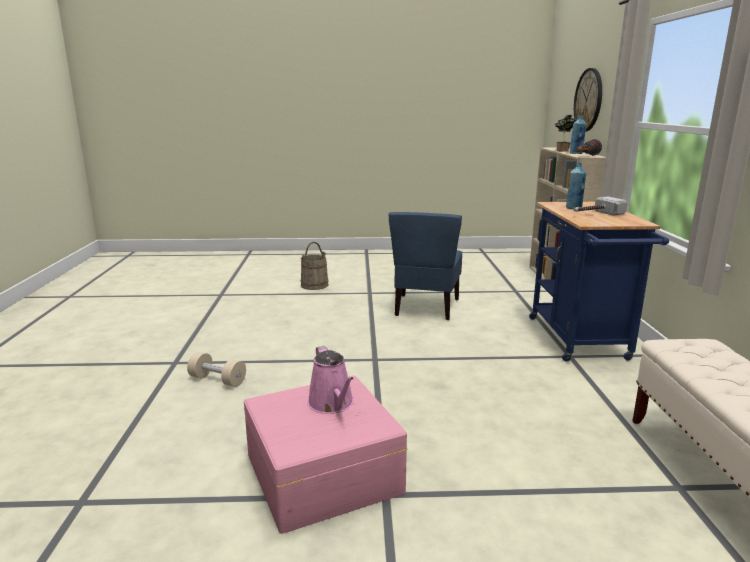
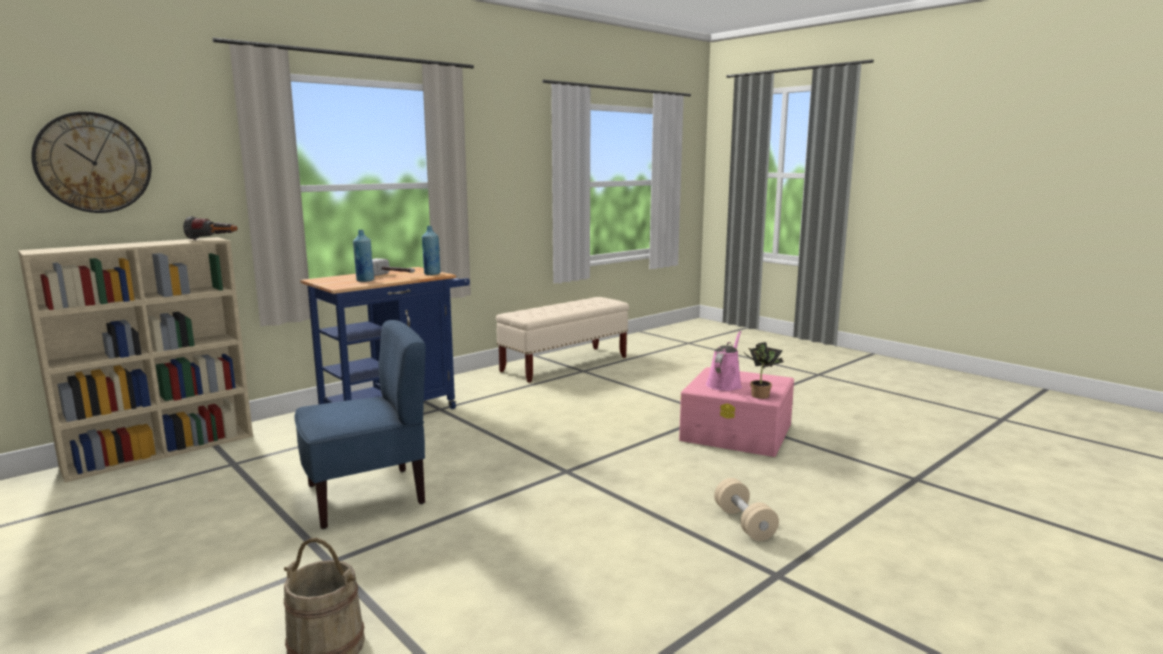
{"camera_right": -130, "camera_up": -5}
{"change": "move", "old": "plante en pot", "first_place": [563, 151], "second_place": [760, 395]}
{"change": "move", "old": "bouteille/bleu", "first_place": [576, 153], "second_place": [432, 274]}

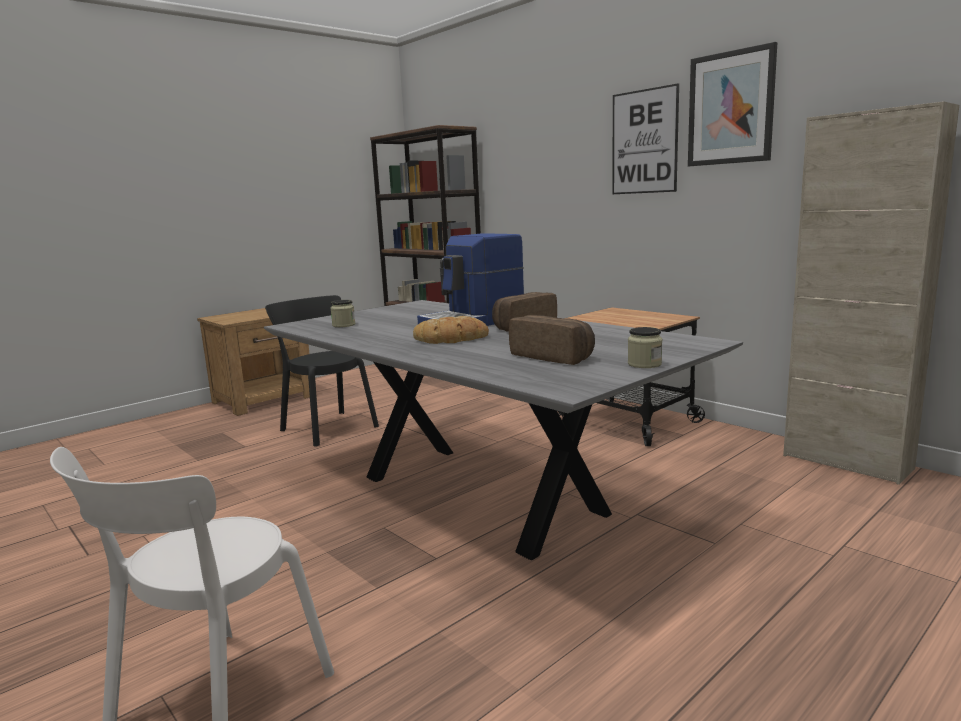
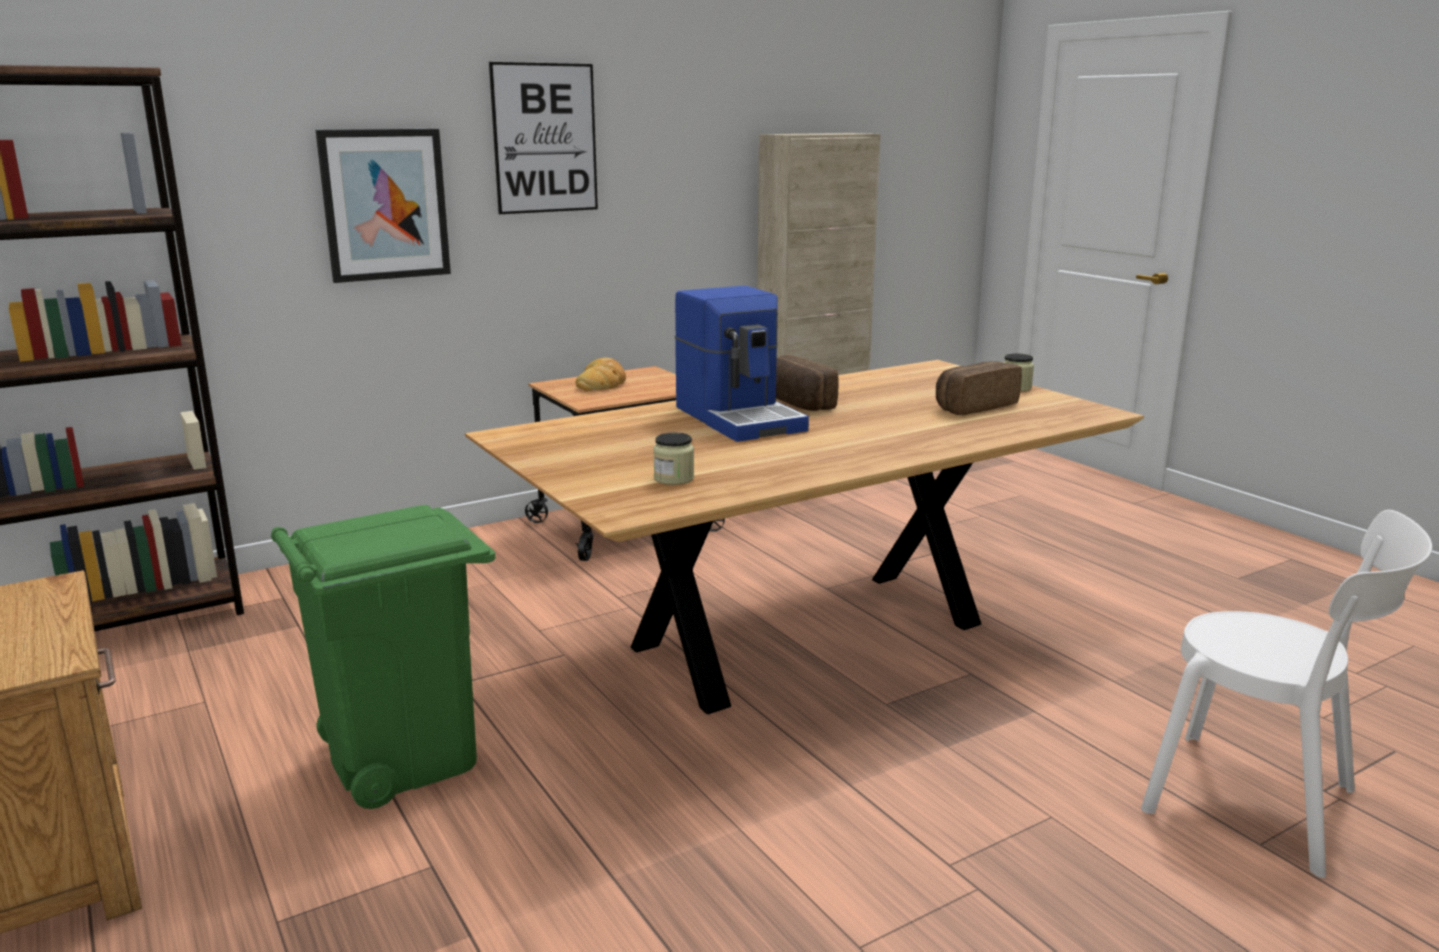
{"camera_right": -80, "camera_up": 5}
{"change": "move", "old": "pain", "first_place": [451, 339], "second_place": [602, 382]}
{"change": "move", "old": "tableau", "first_place": [730, 108], "second_place": [385, 204]}
{"change": "replace", "old": "chaise/noir", "new": "poubelle/vert", "first_place": [327, 427], "second_place": [403, 757]}
{"change": "recolor", "old": "table à manger/gris", "new": "table à manger/marron", "first_place": [478, 494], "second_place": [807, 636]}

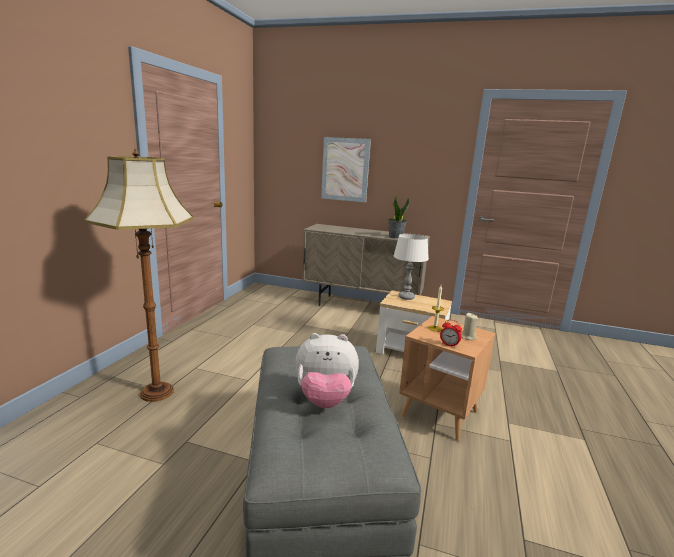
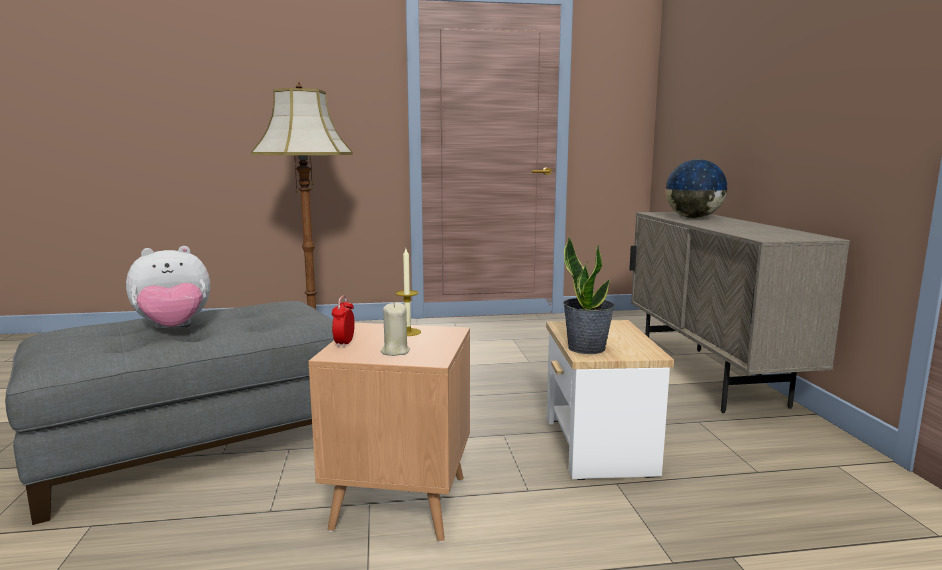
{"camera_right": 65, "camera_up": -5}
{"change": "delete", "old": "tableau", "first_place": [345, 169]}
{"change": "delete", "old": "lampe de table/blanc", "first_place": [406, 297]}
{"change": "insert", "new": "globe", "second_place": [693, 218]}
{"change": "move", "old": "plante en pot", "first_place": [395, 237], "second_place": [586, 348]}
{"change": "rotate", "old": "peluche", "first_place": [325, 399], "second_place": [173, 328], "degrees": -90}

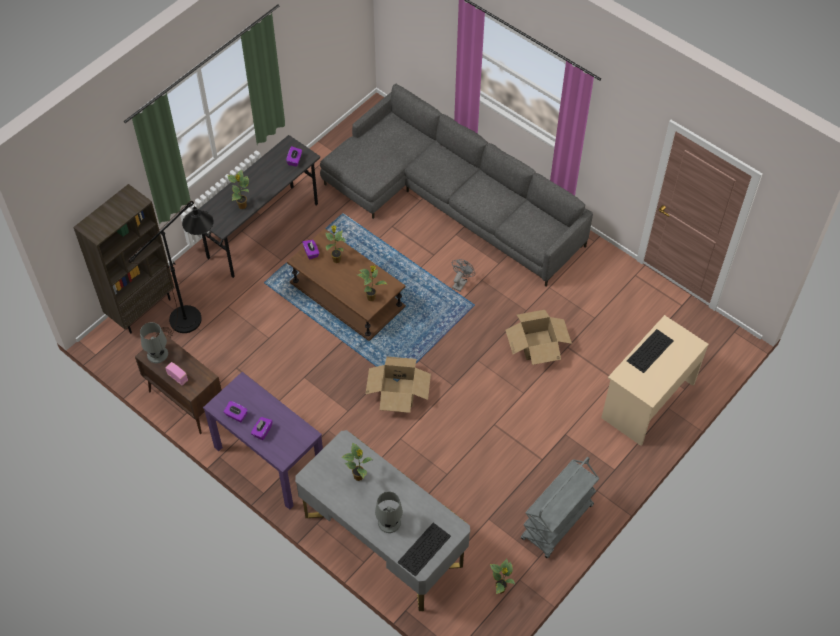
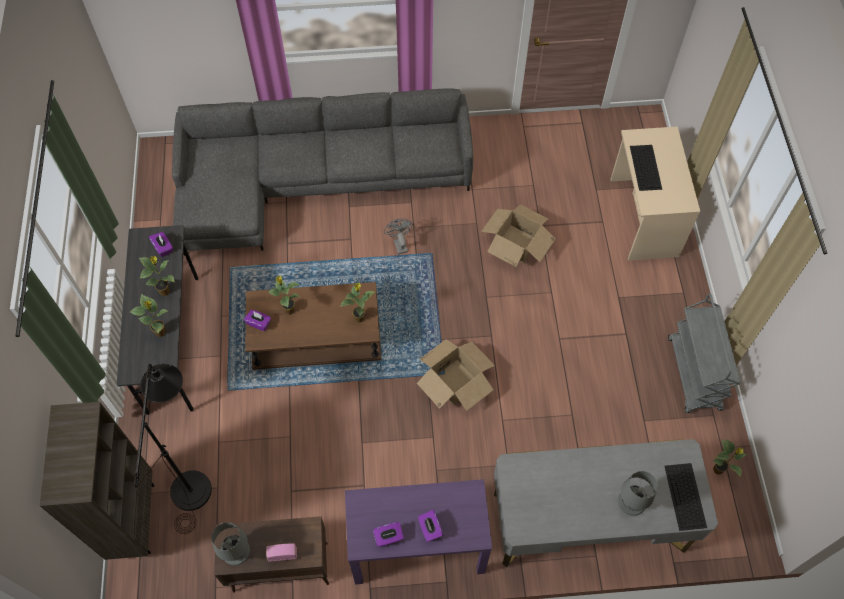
{"camera_right": -45, "camera_up": 5}
{"change": "move", "old": "plante en pot", "first_place": [359, 477], "second_place": [165, 291]}

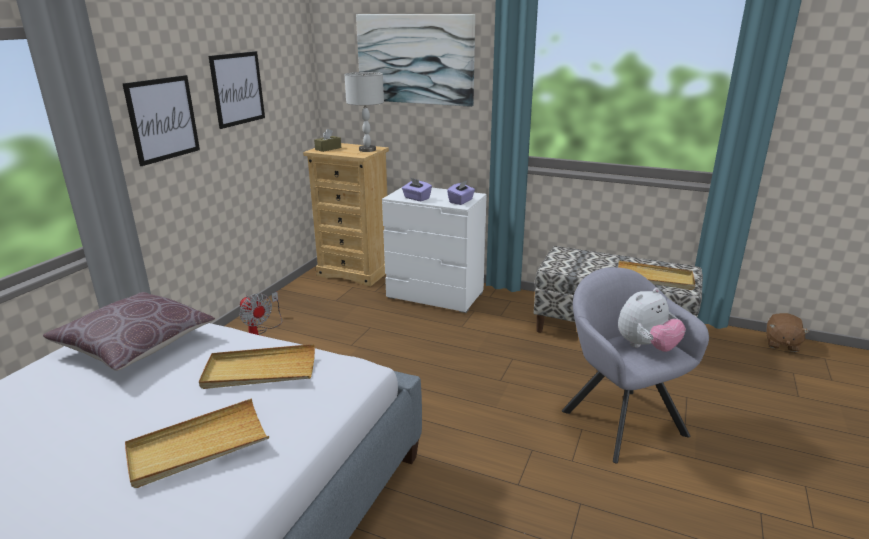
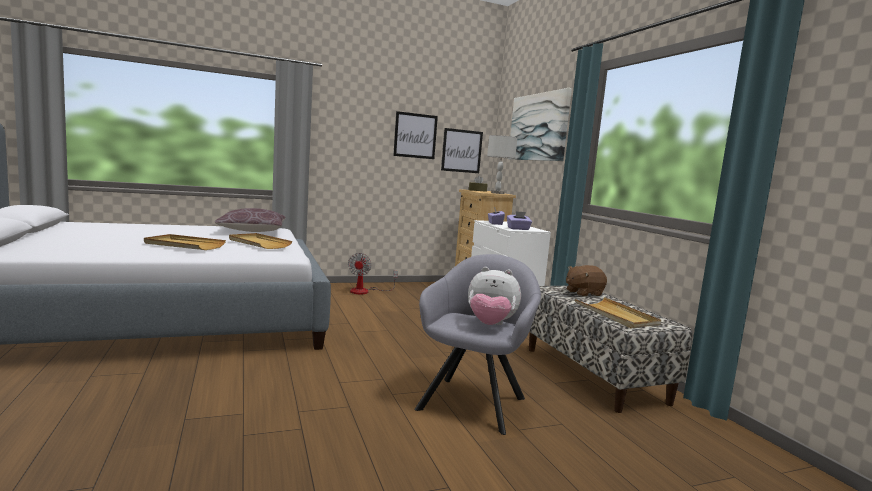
{"camera_right": 45, "camera_up": -15}
{"change": "move", "old": "tableau", "first_place": [163, 119], "second_place": [461, 151]}
{"change": "move", "old": "peluche/marron", "first_place": [781, 344], "second_place": [583, 293]}

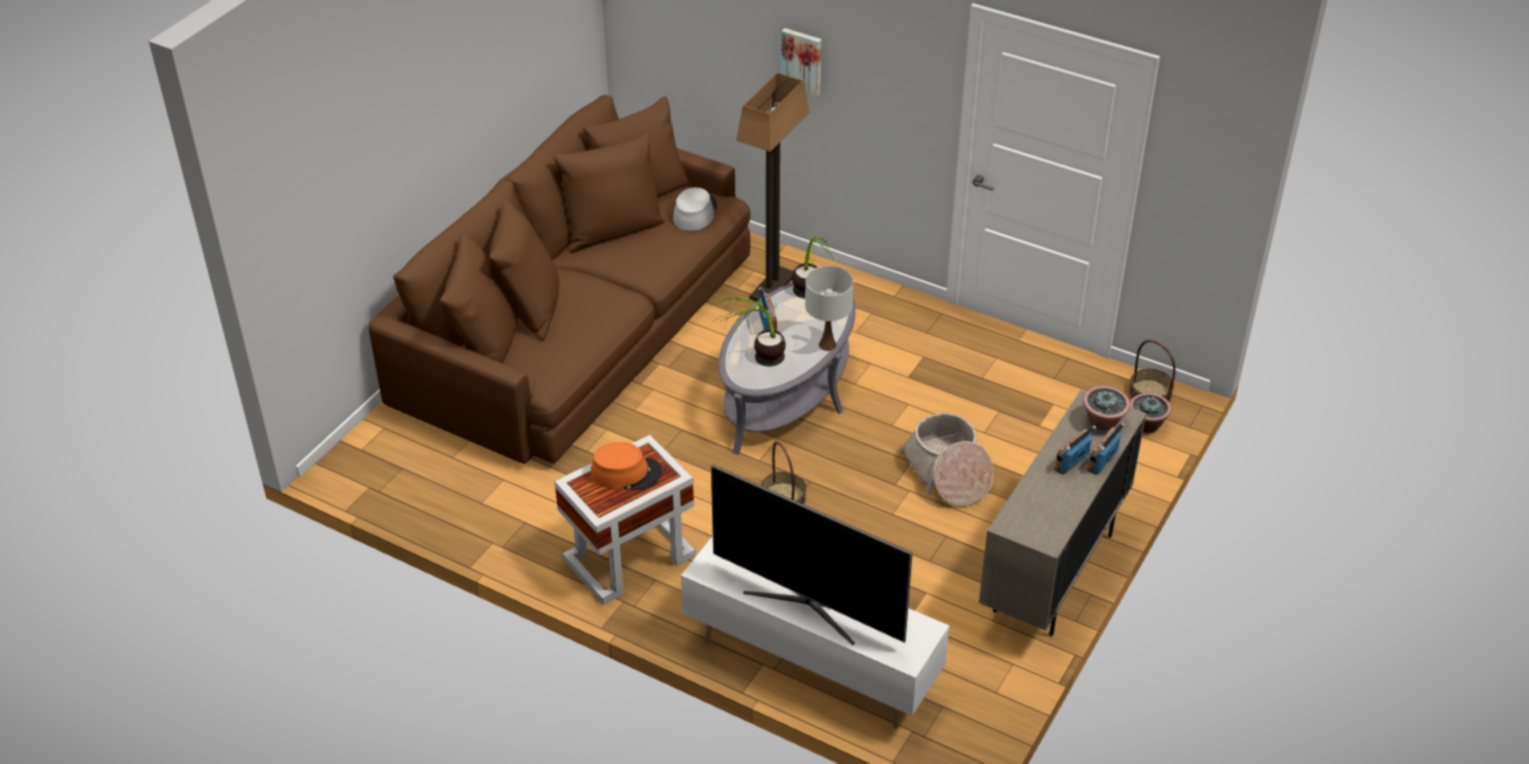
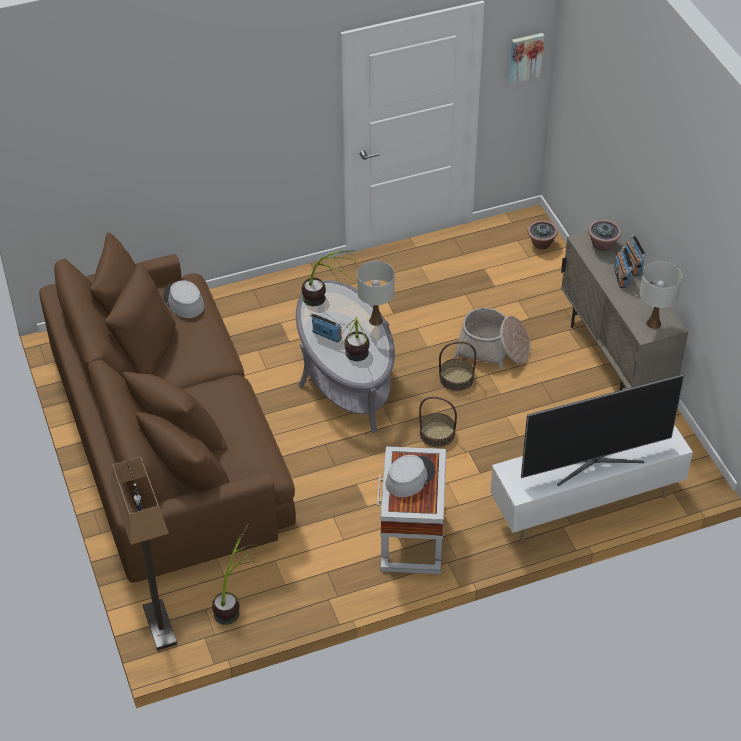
{"camera_right": -50, "camera_up": 5}
{"change": "insert", "new": "plante en pot", "second_place": [236, 602]}
{"change": "insert", "new": "lampe de table/blanc", "second_place": [654, 323]}
{"change": "move", "old": "lampadaire", "first_place": [772, 287], "second_place": [159, 625]}
{"change": "move", "old": "tableau", "first_place": [802, 60], "second_place": [525, 57]}
{"change": "move", "old": "panier", "first_place": [1150, 393], "second_place": [456, 379]}
{"change": "recolor", "old": "chapeau/orange", "new": "chapeau/gris", "first_place": [626, 473], "second_place": [410, 477]}

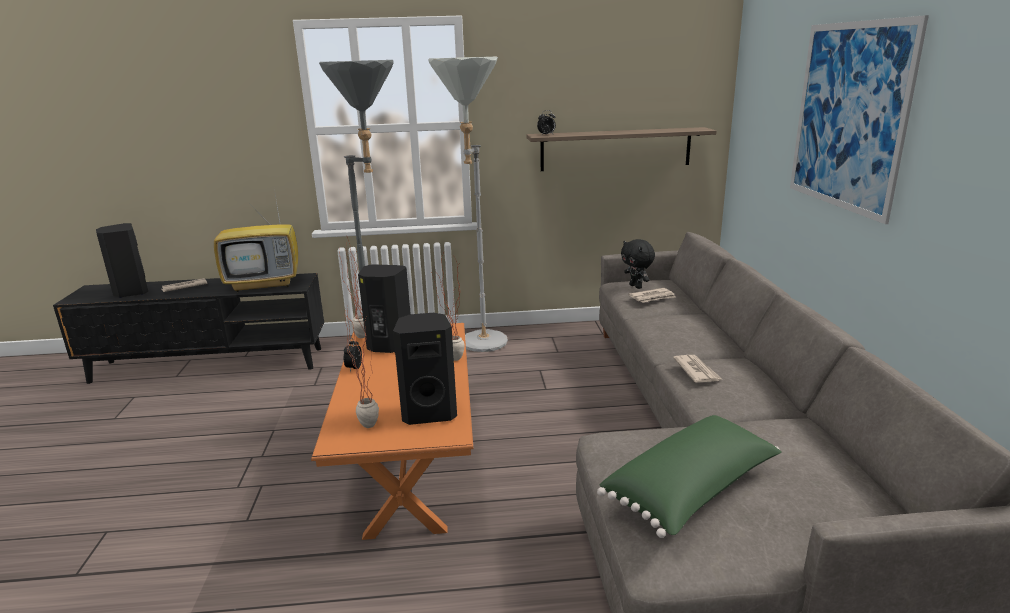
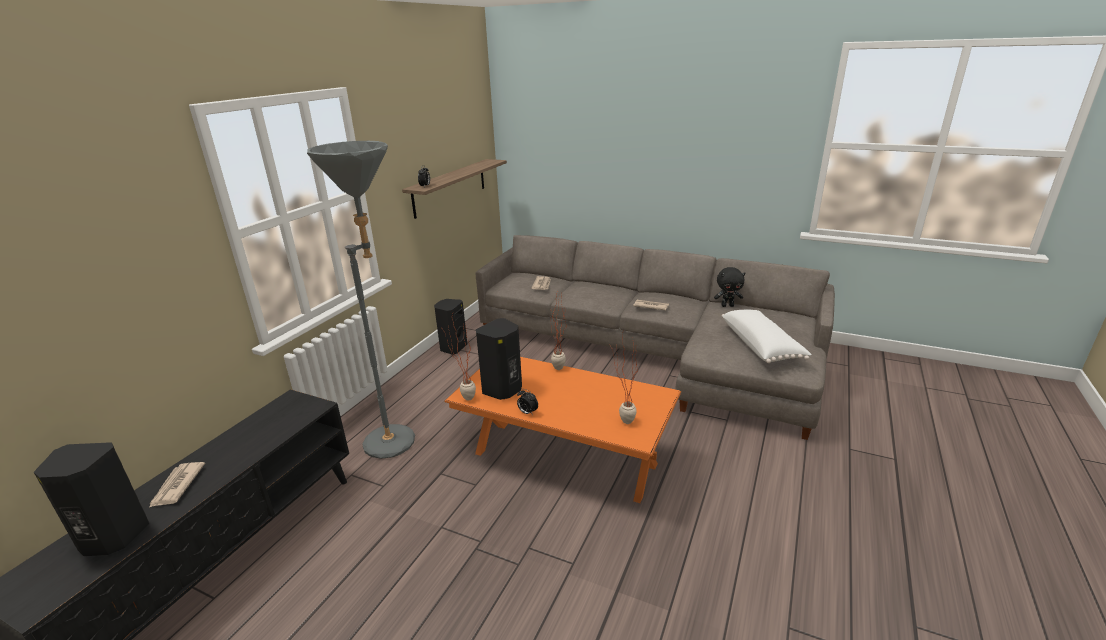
{"camera_right": -60, "camera_up": 5}
{"change": "delete", "old": "téléviseur", "first_place": [265, 284]}
{"change": "delete", "old": "lampadaire/gris", "first_place": [479, 346]}
{"change": "delete", "old": "tableau", "first_place": [848, 116]}
{"change": "move", "old": "enceinte/noir", "first_place": [429, 413], "second_place": [452, 348]}
{"change": "move", "old": "peluche/noir", "first_place": [636, 286], "second_place": [727, 305]}
{"change": "recolor", "old": "coussin/vert", "new": "coussin/blanc", "first_place": [692, 491], "second_place": [761, 346]}

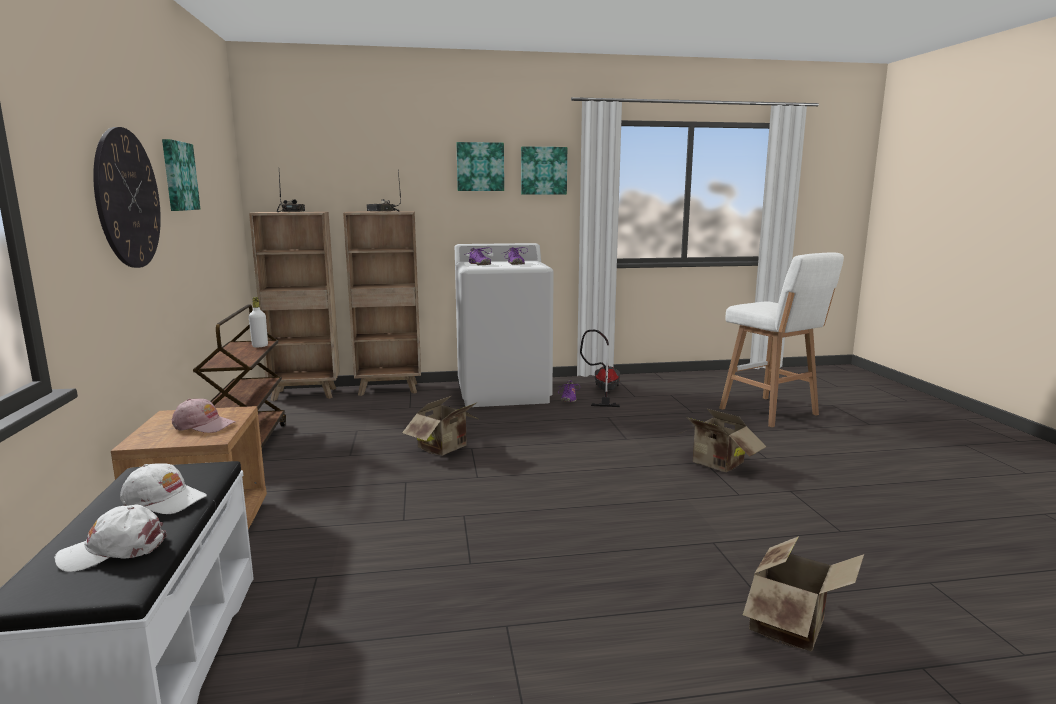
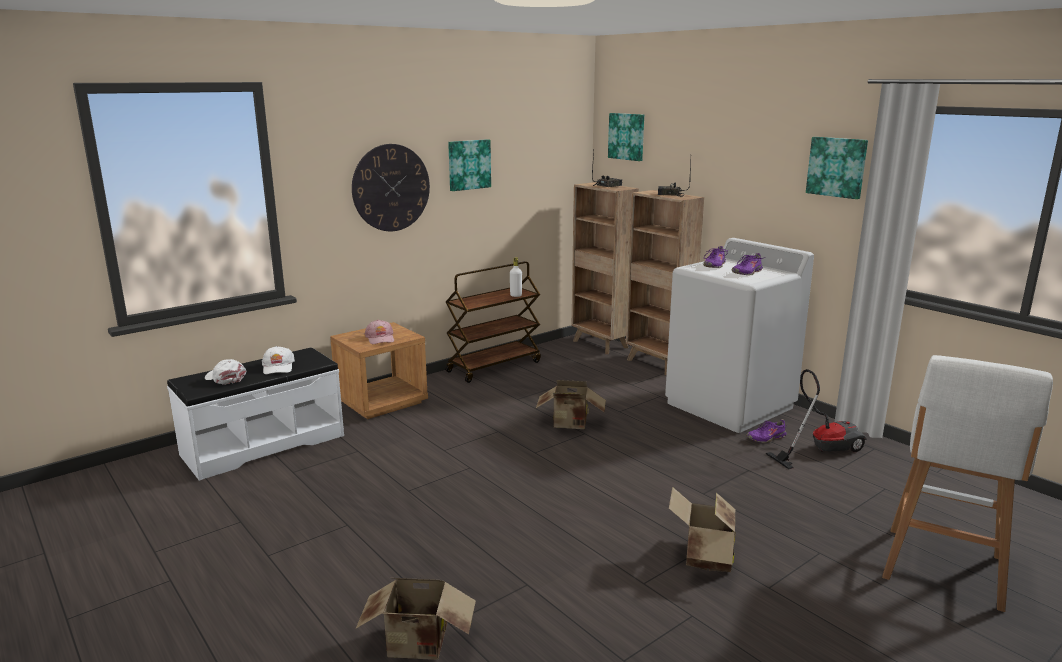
{"camera_right": 60, "camera_up": 5}
{"change": "move", "old": "tableau", "first_place": [480, 167], "second_place": [627, 136]}

